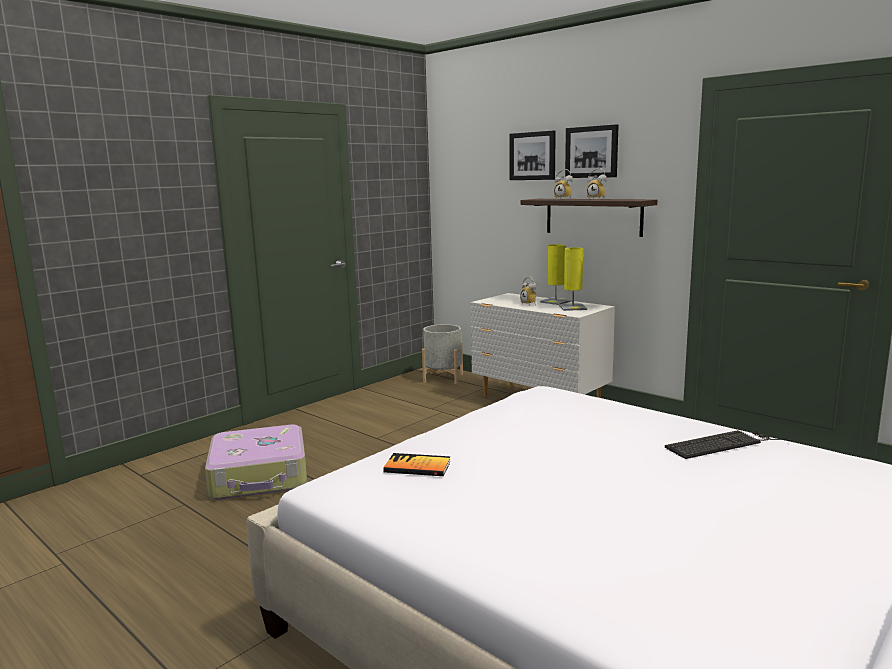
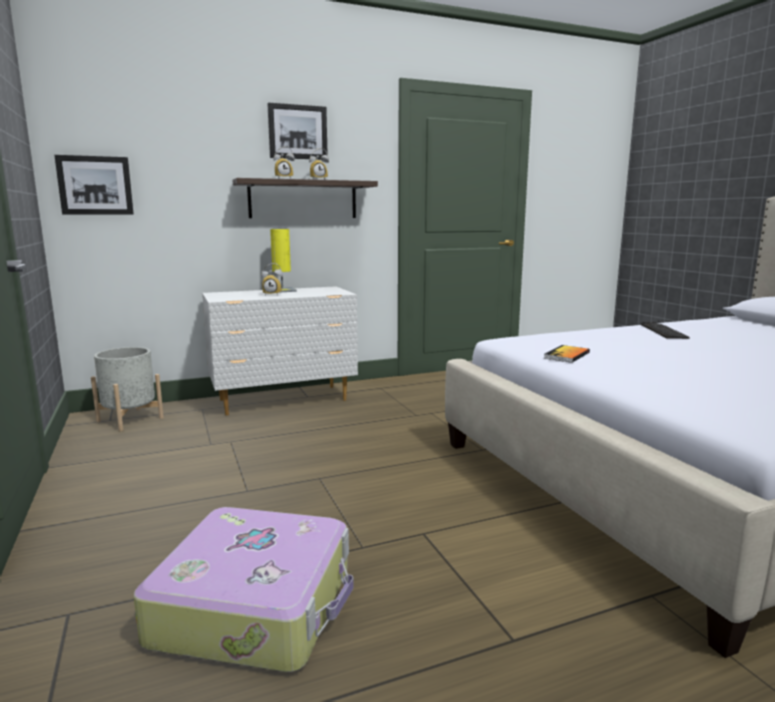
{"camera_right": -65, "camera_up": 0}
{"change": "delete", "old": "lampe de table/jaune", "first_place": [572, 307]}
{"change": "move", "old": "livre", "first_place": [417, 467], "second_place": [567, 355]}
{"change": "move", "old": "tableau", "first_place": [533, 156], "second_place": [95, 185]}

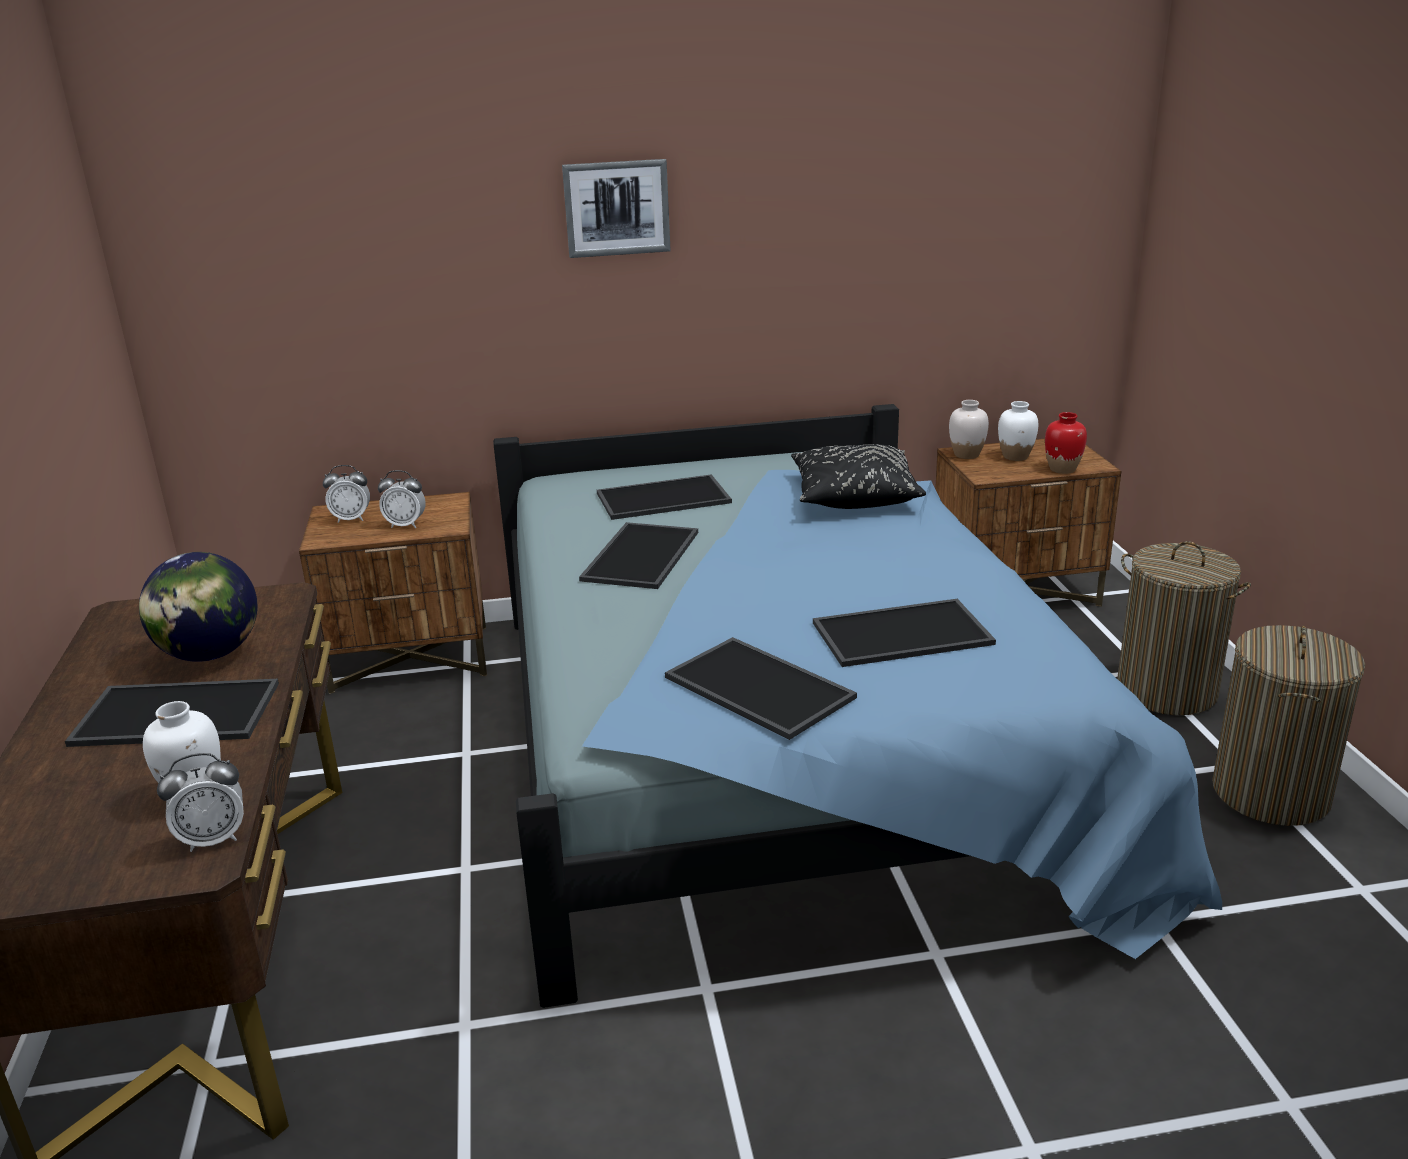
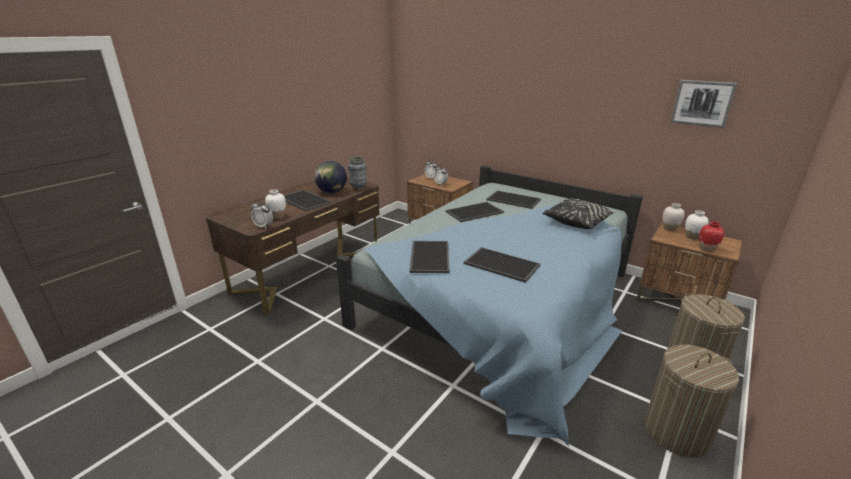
{"camera_right": 45, "camera_up": 0}
{"change": "insert", "new": "vase", "second_place": [358, 188]}
{"change": "move", "old": "tableau", "first_place": [616, 208], "second_place": [702, 103]}

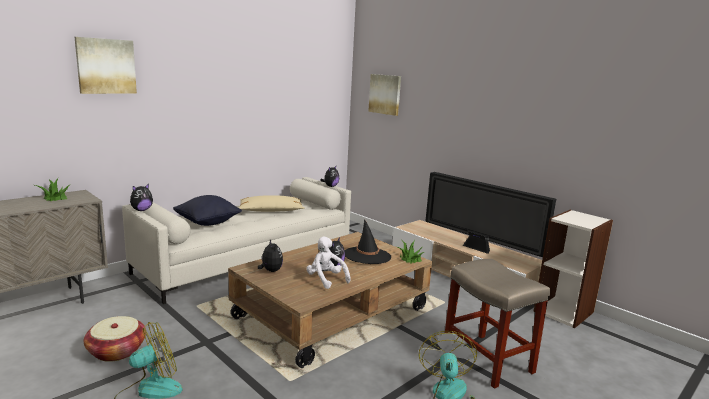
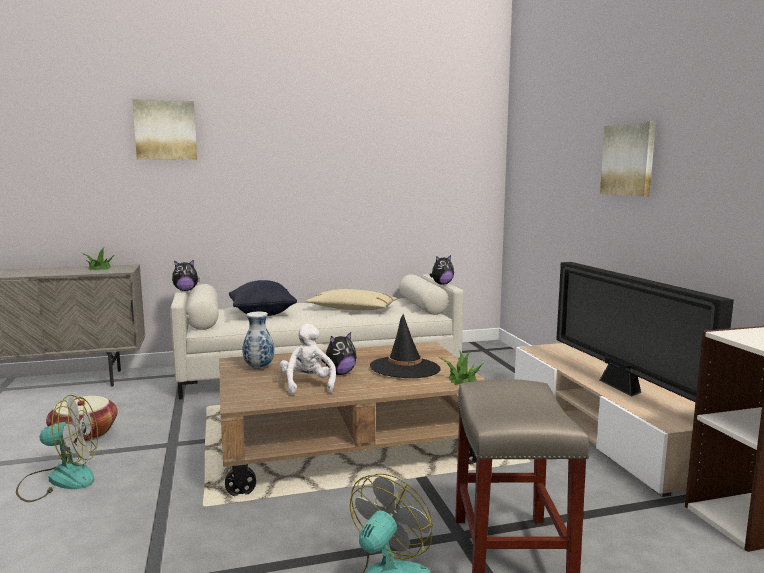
{"camera_right": 30, "camera_up": -5}
{"change": "move", "old": "tableau", "first_place": [385, 94], "second_place": [628, 159]}
{"change": "replace", "old": "peluche", "new": "vase", "first_place": [270, 271], "second_place": [258, 367]}

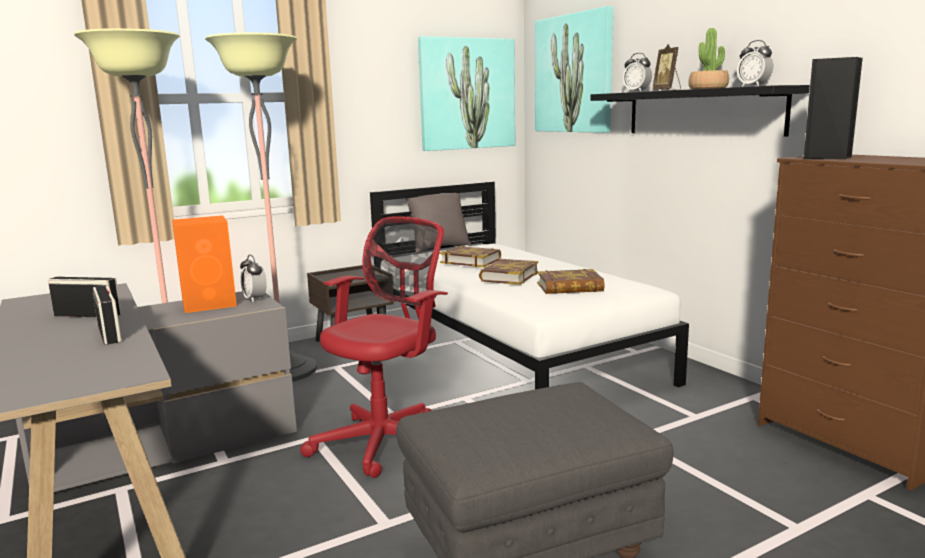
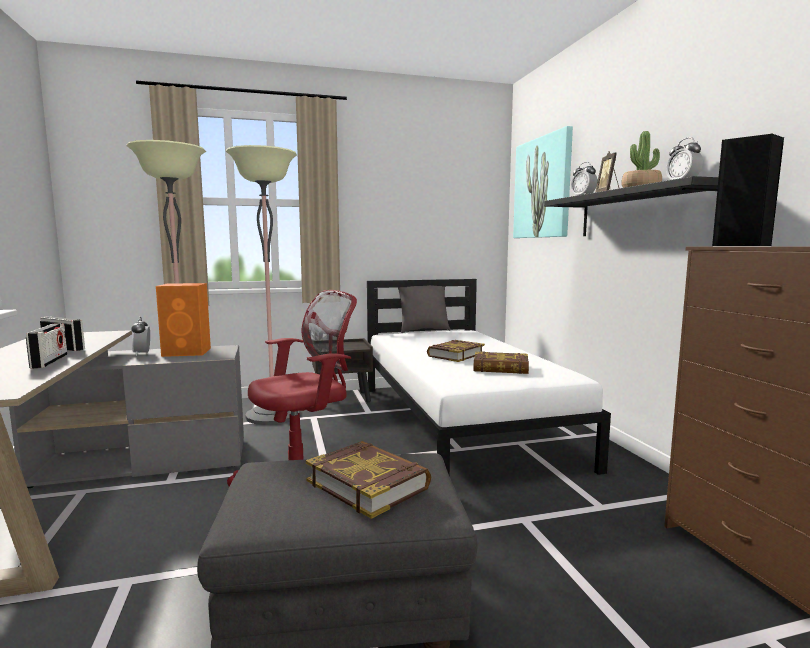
{"camera_right": 15, "camera_up": -5}
{"change": "delete", "old": "tableau", "first_place": [466, 94]}
{"change": "move", "old": "réveil", "first_place": [255, 299], "second_place": [142, 354]}
{"change": "move", "old": "livre", "first_place": [471, 261], "second_place": [368, 484]}

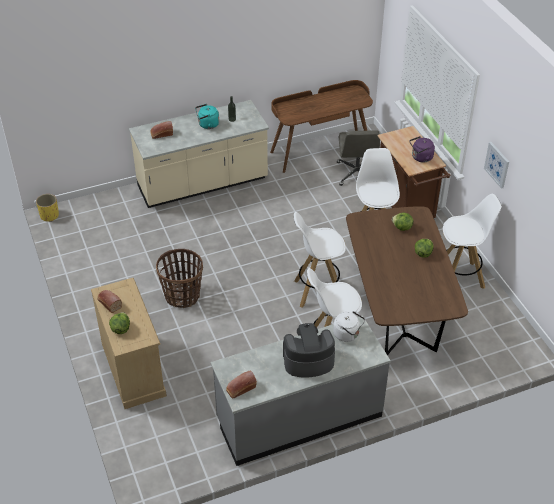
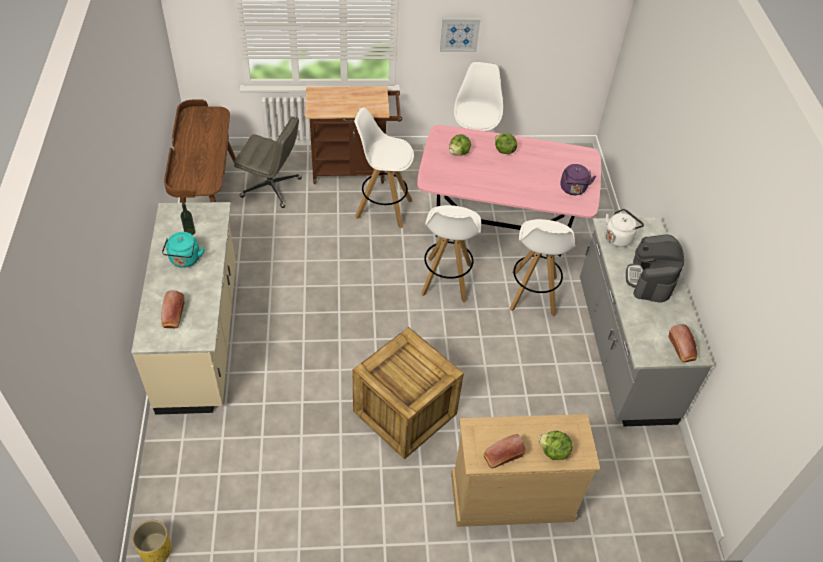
{"camera_right": -75, "camera_up": 5}
{"change": "move", "old": "bouilloire/violet", "first_place": [420, 158], "second_place": [573, 189]}
{"change": "replace", "old": "panier", "new": "caisse", "first_place": [182, 296], "second_place": [403, 412]}
{"change": "recolor", "old": "table à manger/marron", "new": "table à manger/rose", "first_place": [397, 311], "second_place": [500, 226]}

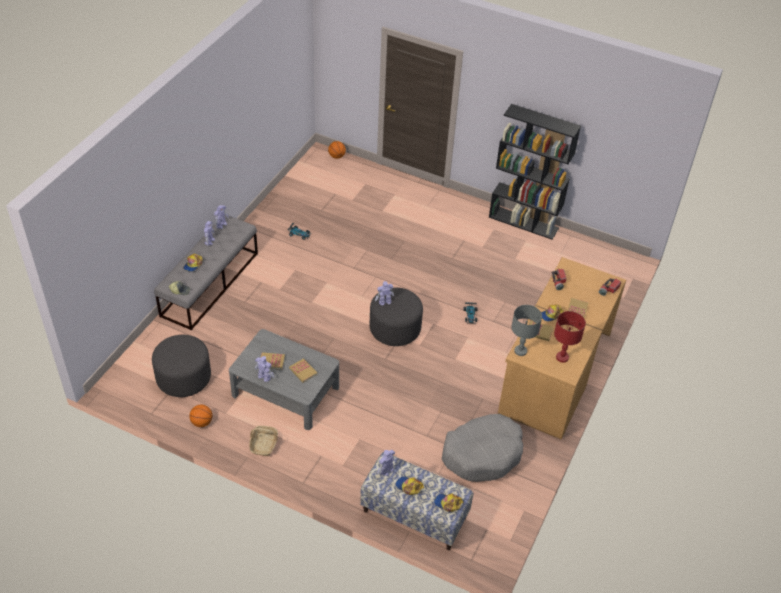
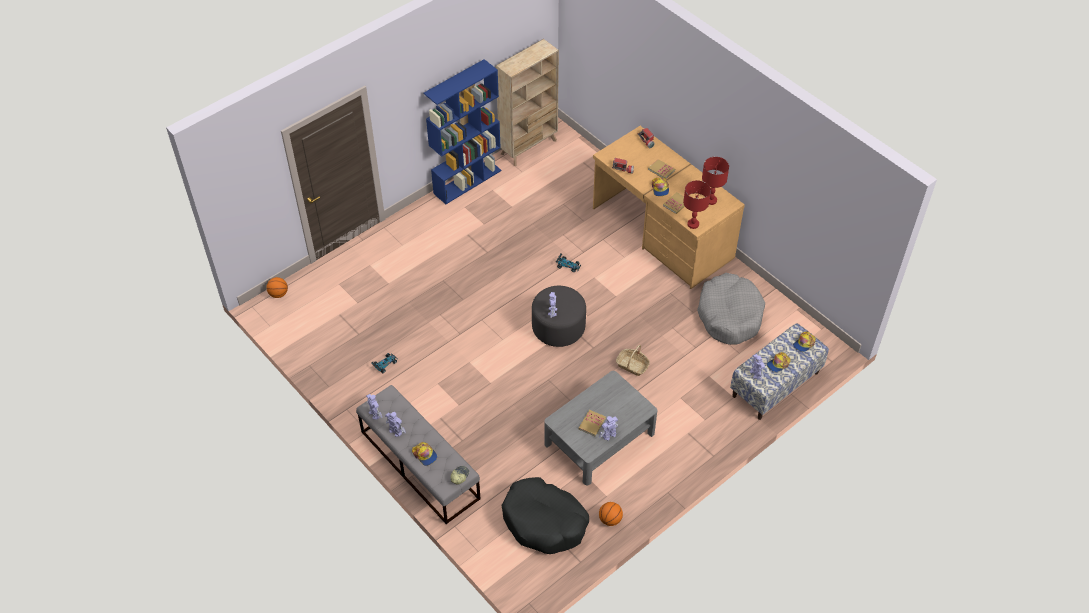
{"camera_right": -65, "camera_up": 5}
{"change": "delete", "old": "livre", "first_place": [303, 371]}
{"change": "insert", "new": "bibliothèque/beige", "second_place": [529, 147]}
{"change": "move", "old": "panier", "first_place": [264, 444], "second_place": [632, 365]}
{"change": "replace", "old": "pouf/gris", "new": "panier pour chien/noir", "first_place": [183, 377], "second_place": [544, 521]}
{"change": "recolor", "old": "bibliothèque/noir", "new": "bibliothèque/bleu", "first_place": [524, 222], "second_place": [467, 181]}
{"change": "recolor", "old": "lampe de table/gris", "new": "lampe de table/rouge", "first_place": [520, 351], "second_place": [693, 224]}

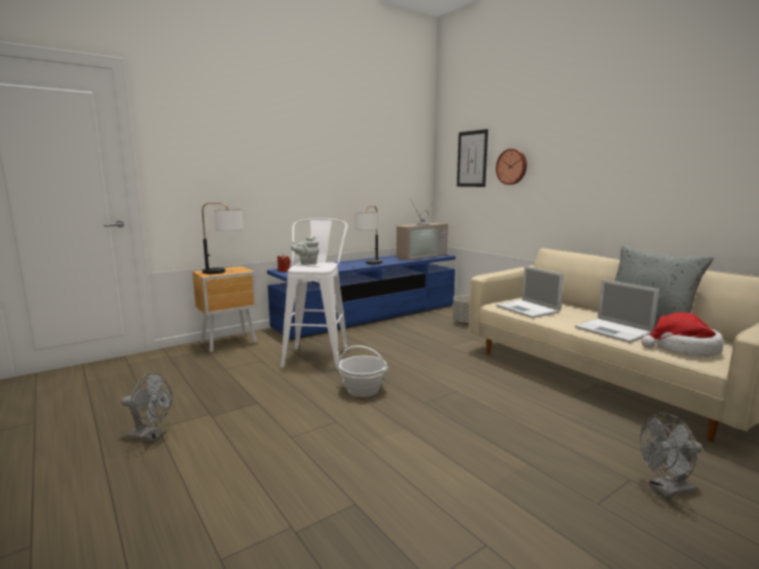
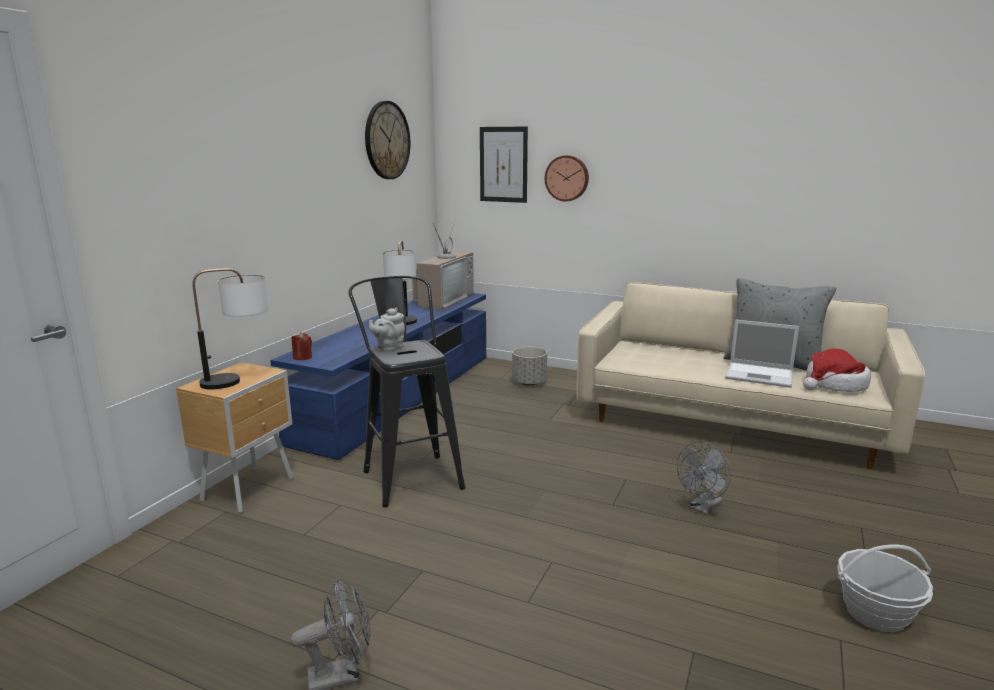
{"camera_right": -30, "camera_up": 5}
{"change": "delete", "old": "ordinateur portable", "first_place": [528, 309]}
{"change": "insert", "new": "horloge murale", "second_place": [387, 140]}
{"change": "move", "old": "panier", "first_place": [363, 390], "second_place": [876, 613]}
{"change": "move", "old": "ventilateur/gris", "first_place": [666, 490], "second_place": [702, 508]}
{"change": "recolor", "old": "tabouret/blanc", "new": "tabouret/noir", "first_place": [318, 355], "second_place": [410, 474]}

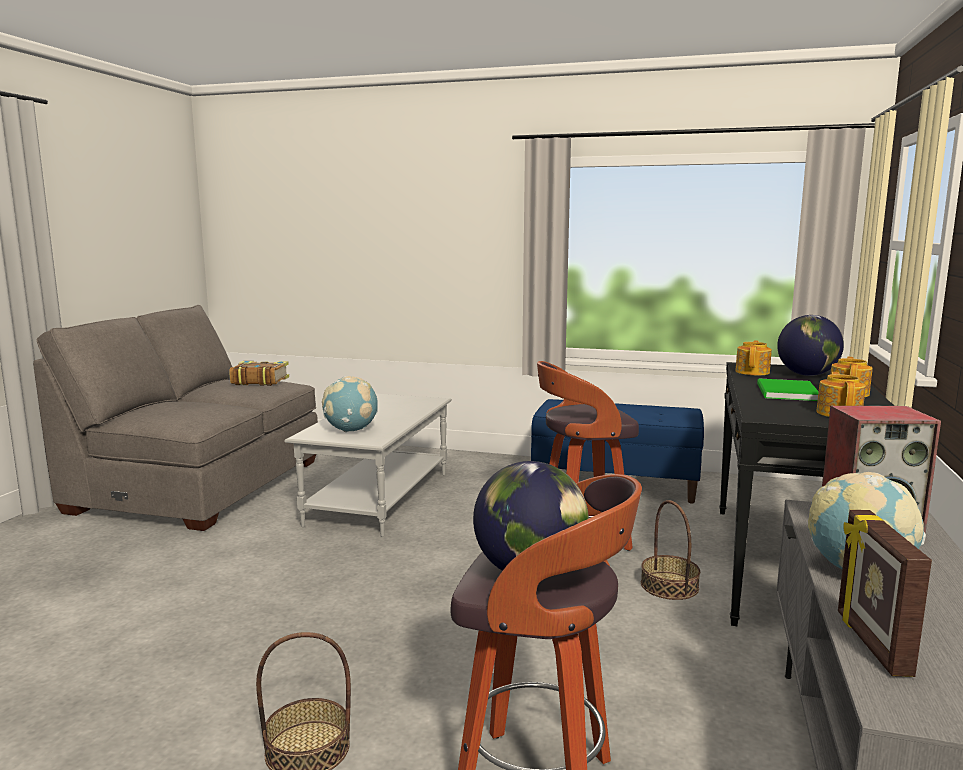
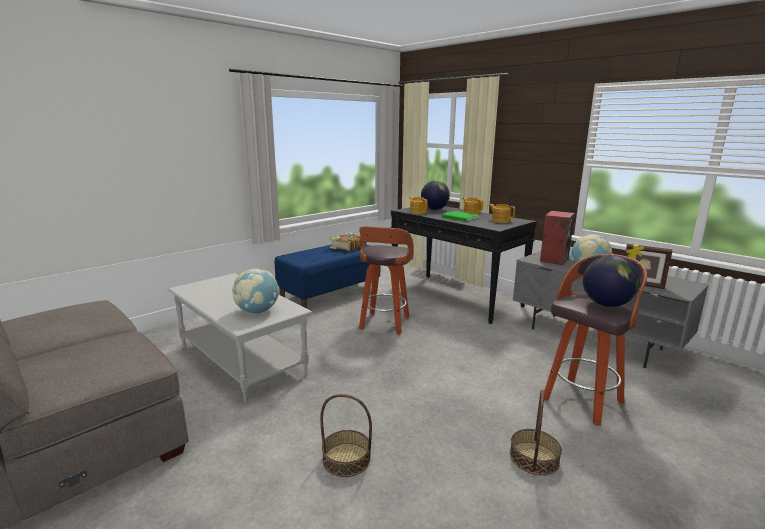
{"camera_right": -60, "camera_up": 5}
{"change": "move", "old": "livre", "first_place": [259, 381], "second_place": [348, 247]}
{"change": "move", "old": "panier", "first_place": [669, 585], "second_place": [346, 459]}

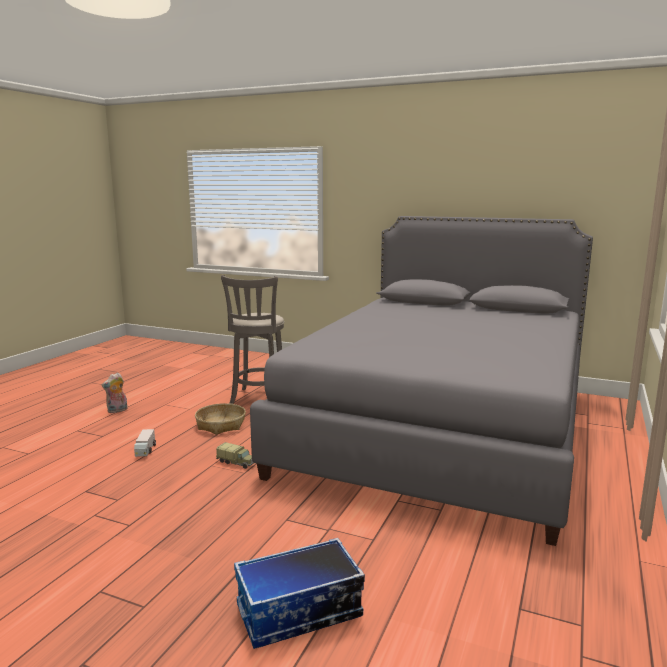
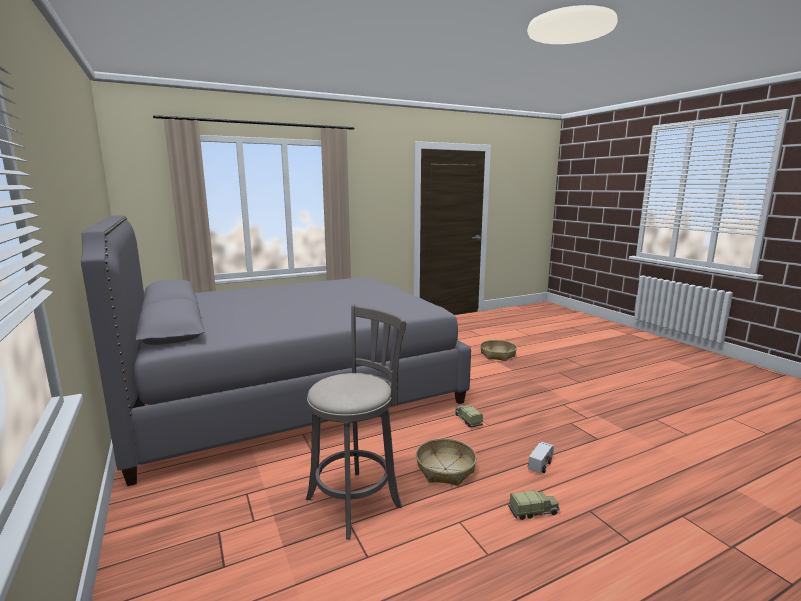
{"camera_right": -140, "camera_up": 0}
{"change": "delete", "old": "peluche", "first_place": [117, 411]}
{"change": "insert", "new": "camion jouet", "second_place": [534, 512]}
{"change": "replace", "old": "boîte de rangement", "new": "panier", "first_place": [299, 613], "second_place": [498, 355]}

